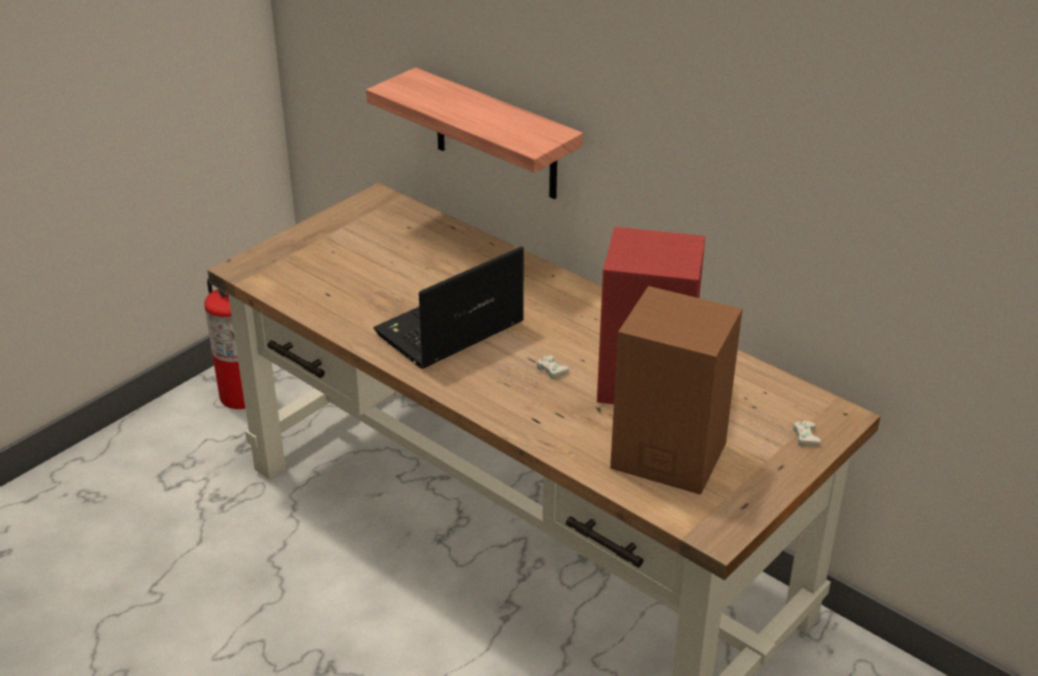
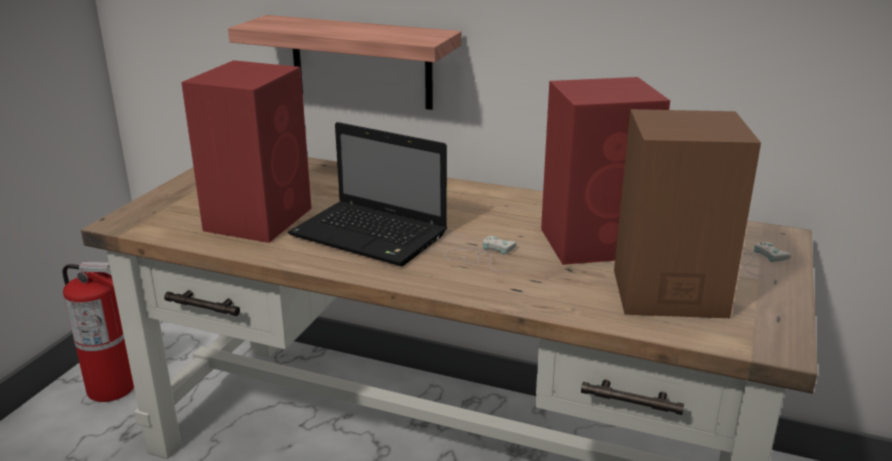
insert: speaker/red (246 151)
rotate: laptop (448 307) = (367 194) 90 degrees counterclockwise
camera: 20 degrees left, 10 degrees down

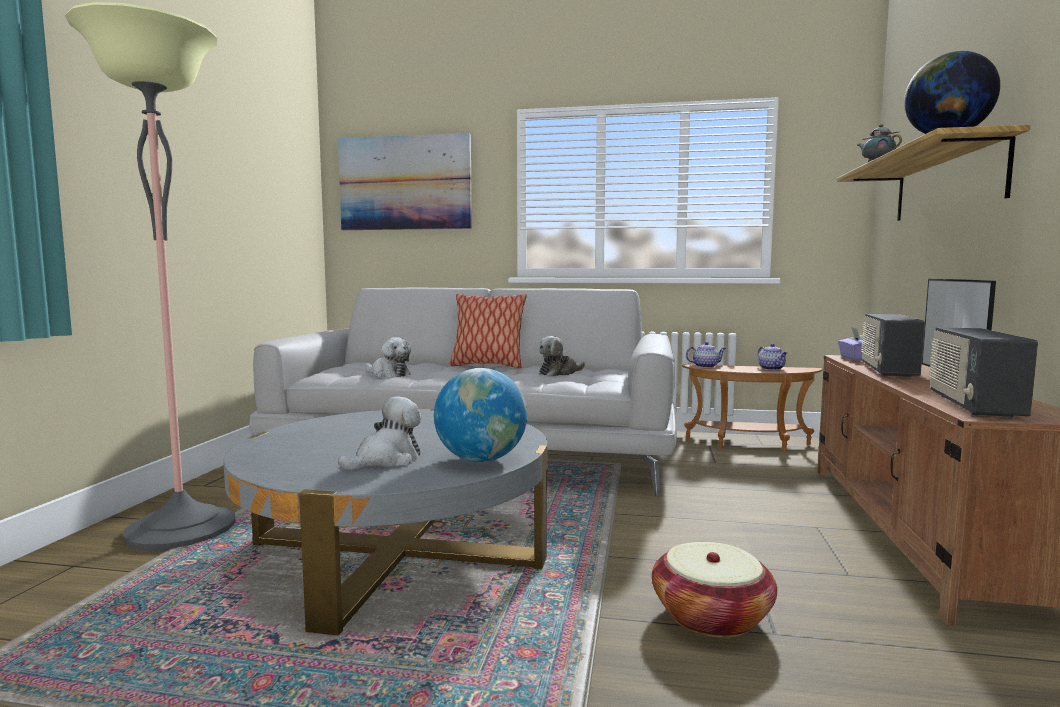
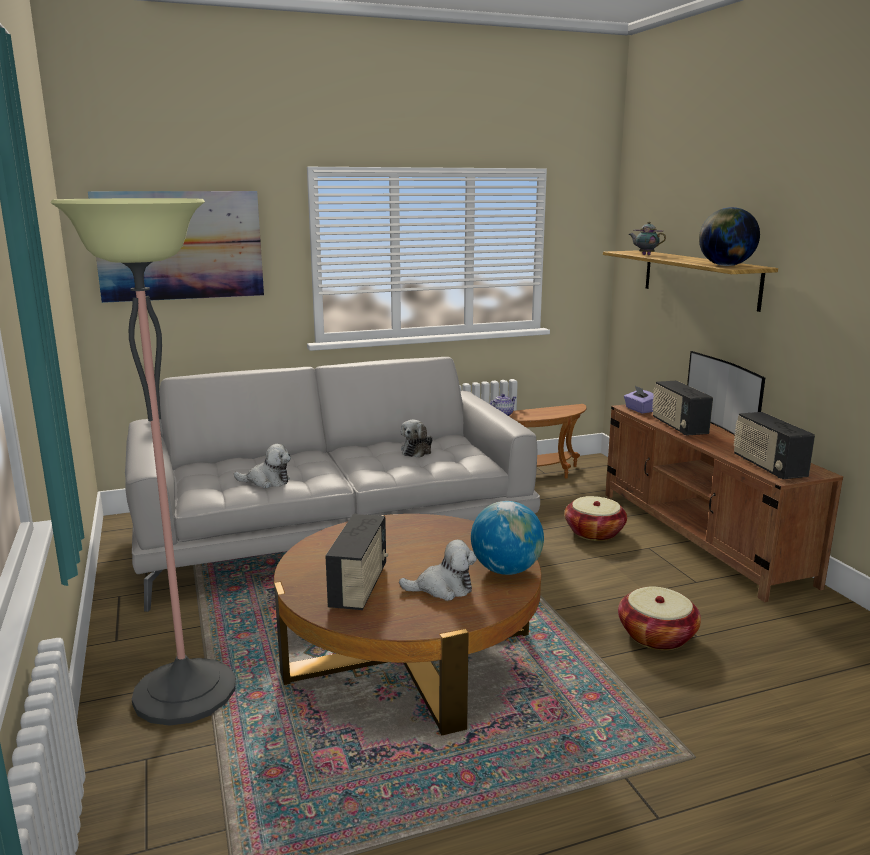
delete: pillow (488 331); teapot (772 356)
insert: radio (356 562); basket (596 518)
recolor: coffee table/grey (385 522) to coffee table/brown (407 624)
rotate: plush toy (379 433) = (438 570) 75 degrees clockwise
camera: 30 degrees left, 10 degrees up

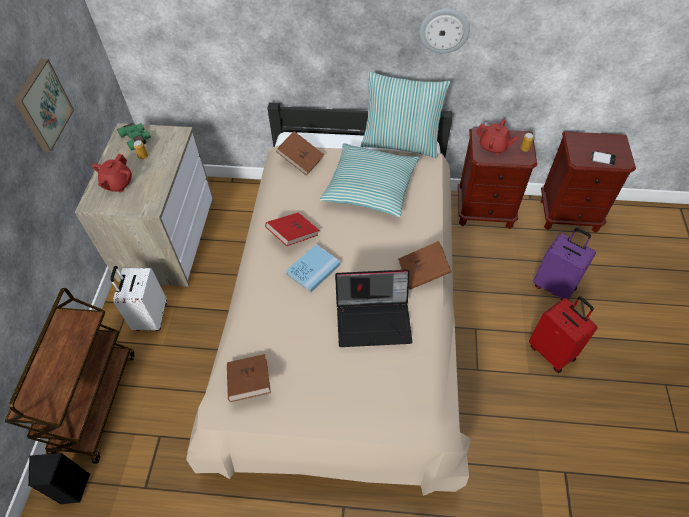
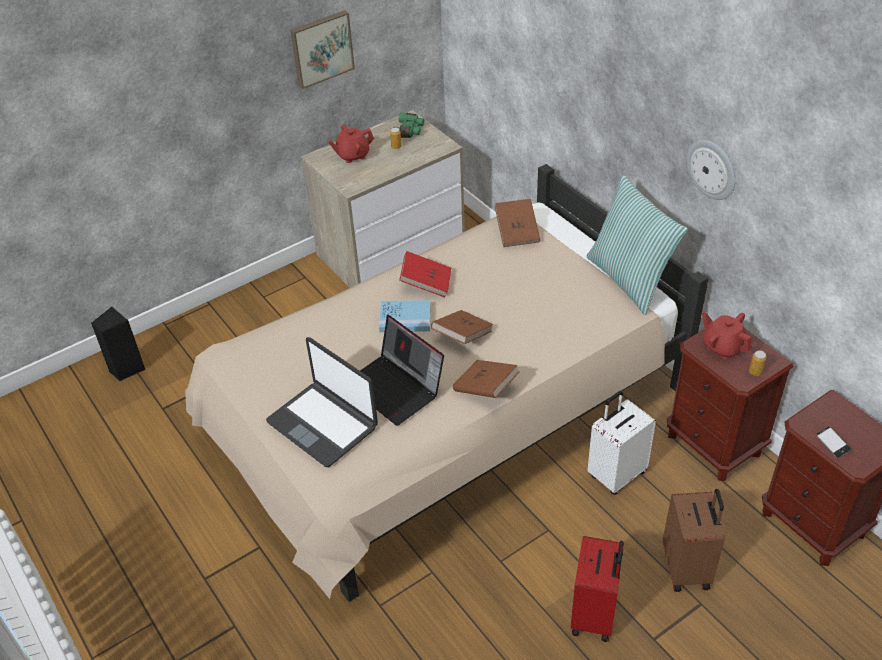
delete: cart/brown (69 376); pillow (369 180)
insert: laptop (322 402)
move: book/brown (249 378) to (462 327); suitcase/white (138 298) to (621 443)
recolor: suitcase/purple (564 264) to suitcase/brown (694 540)
rotate: teapot/red (497 137) = (727 335) 150 degrees clockwise
camera: 50 degrees right, 10 degrees down

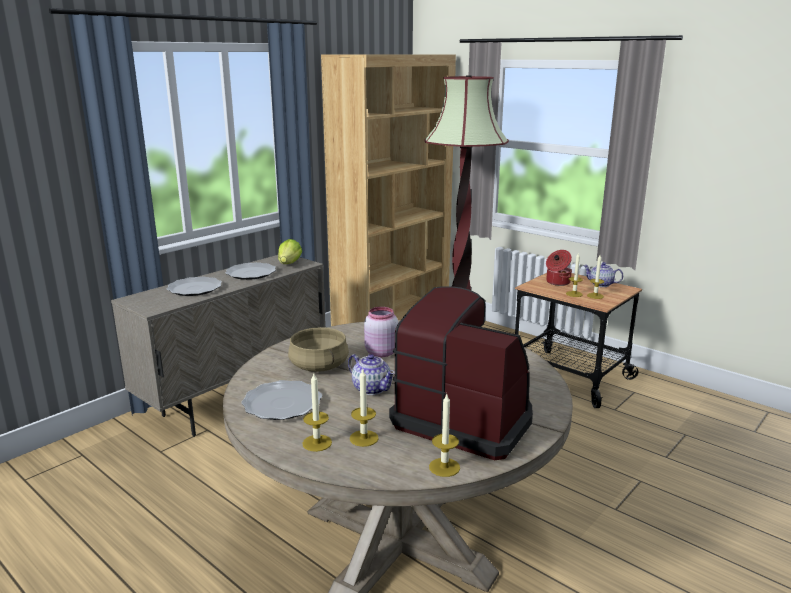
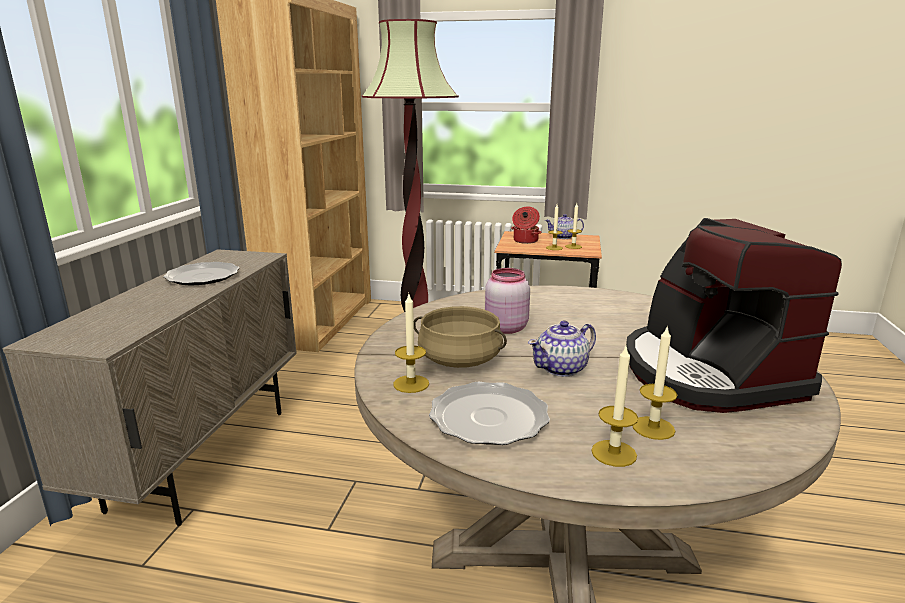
delete: plate (194 286); lettuce (290 251)
move: candle (444 435) to (411 343)
rotate: teapot (371 374) = (562 349) 135 degrees clockwise; coffee machine (461 373) = (734 315) 105 degrees counterclockwise
camera: 30 degrees left, 0 degrees up

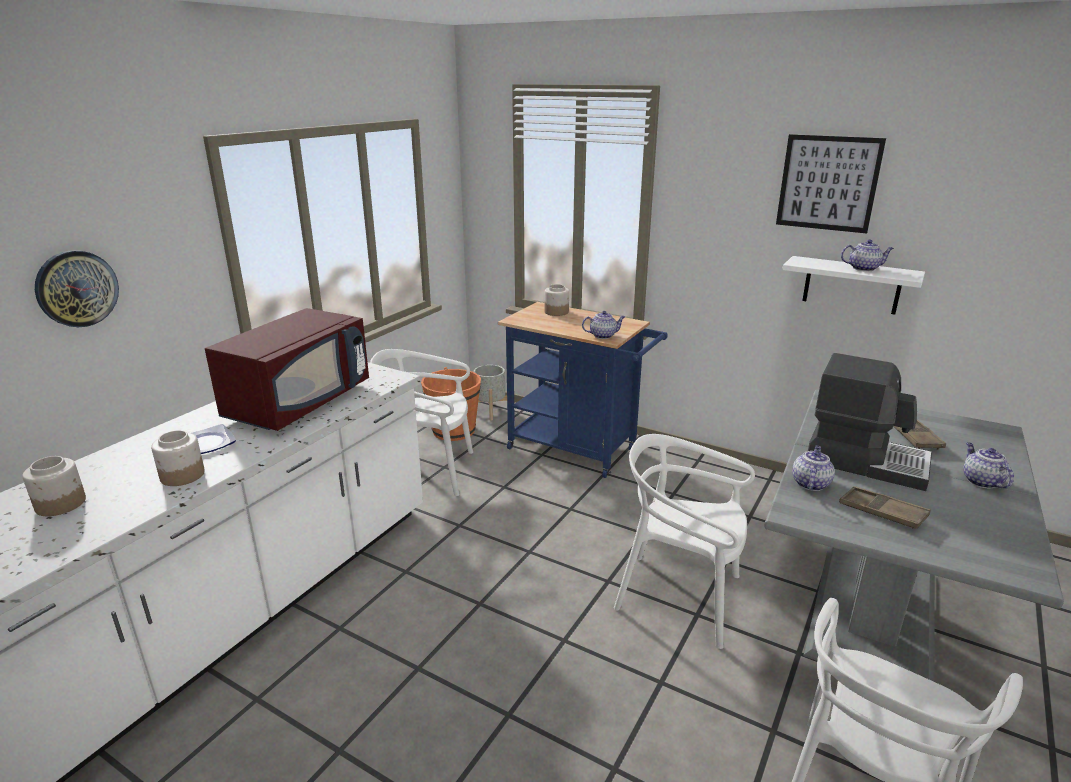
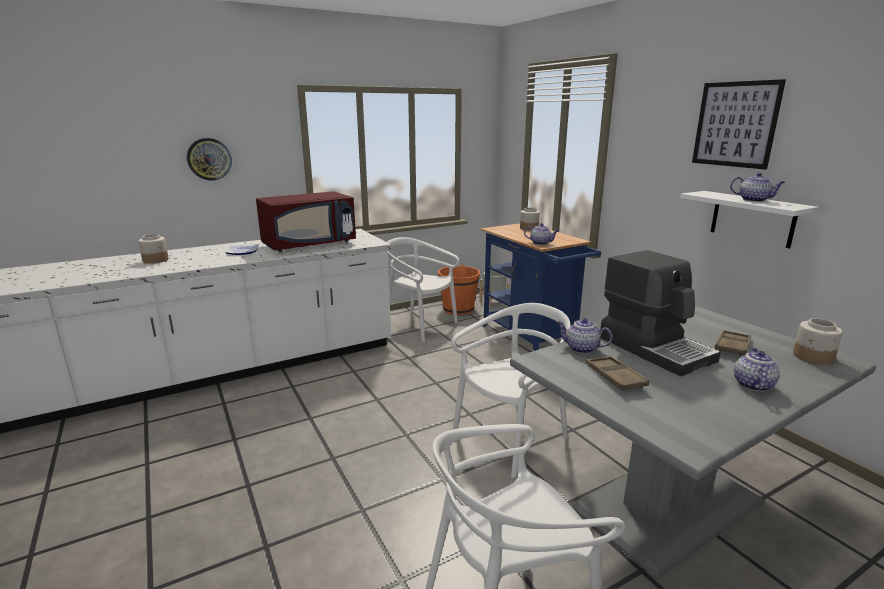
move: jar (178 458) to (818 341)
rotate: chair/white (684 541) = (511 390) 90 degrees clockwise; teapot (813 468) = (585 336) 120 degrees counterclockwise
camera: 30 degrees right, 5 degrees down

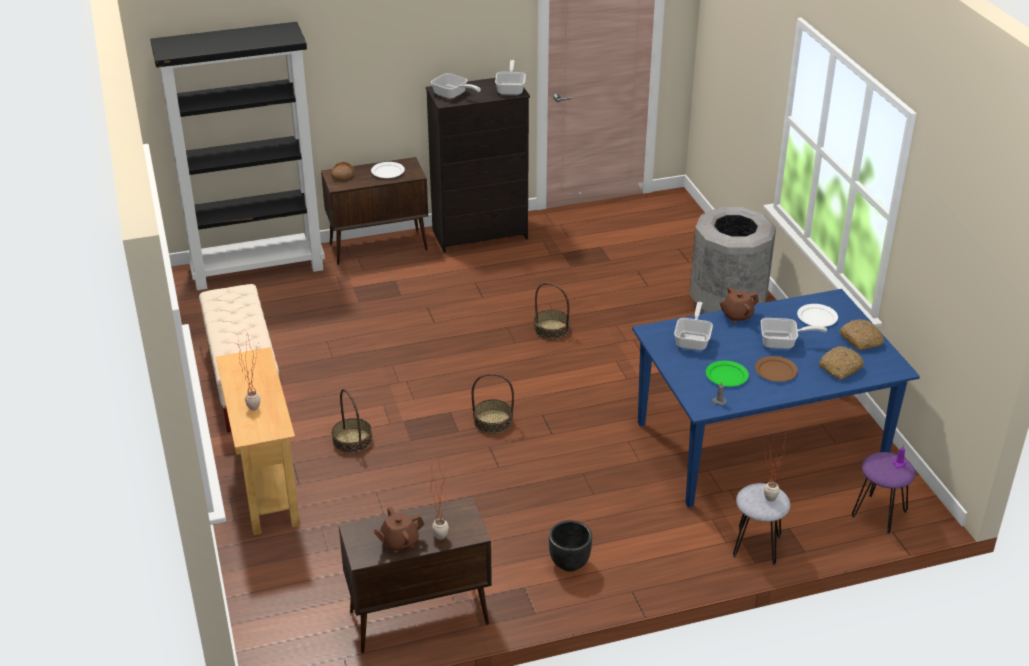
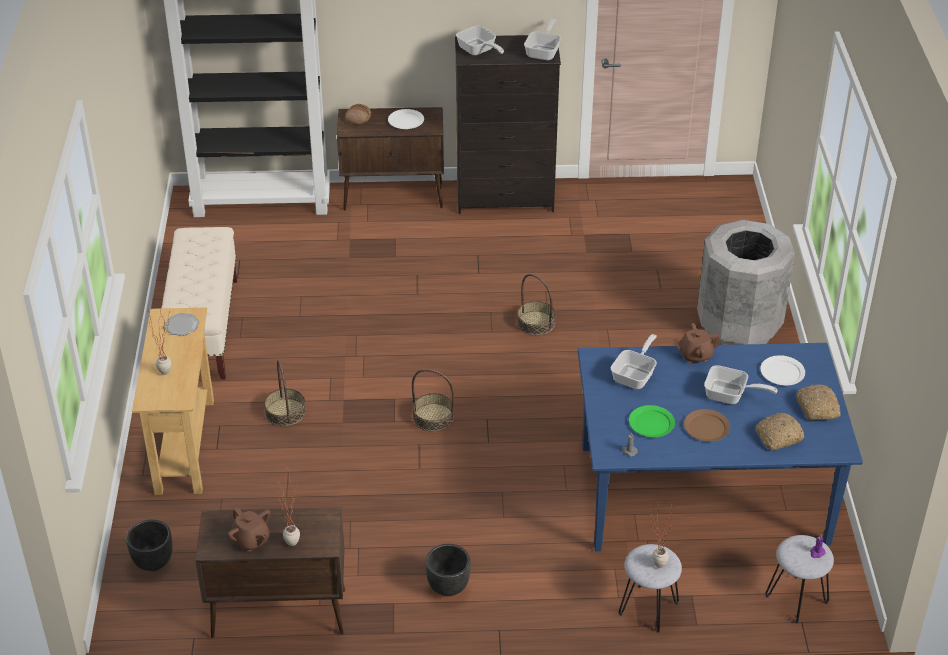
insert: planter/black (149 545); plate (182 324)
recolor: stool/purple (883 493) to stool/grey (799 579)
rotate: teapot/brown (398 529) = (249 529) 120 degrees counterclockwise
camera: 15 degrees right, 5 degrees up

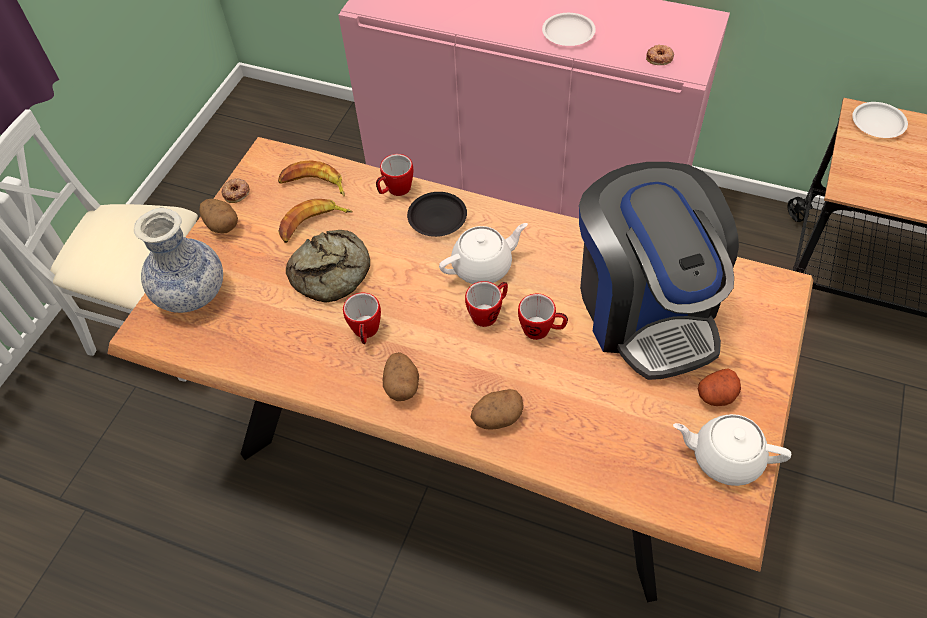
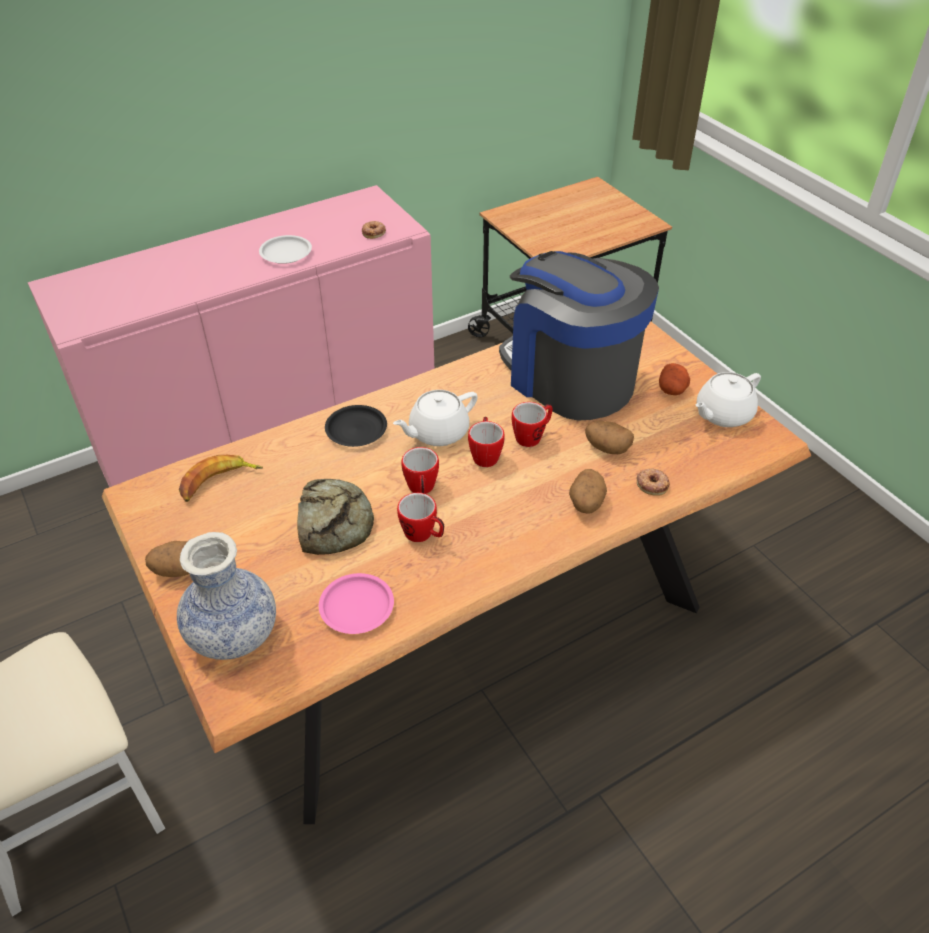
delete: banana (315 221); plate/white (880 120)
insert: plate/pink (356 603)
move: mug (394 175) to (420 470); potato (401 376) to (609 437); donut (236 190) to (653 482)
rotate: teapot/white (483 253) = (435 418) 135 degrees counterclockwise; coffee machine (659 271) = (579 336) 150 degrees counterclockwise
camera: 55 degrees left, 10 degrees down

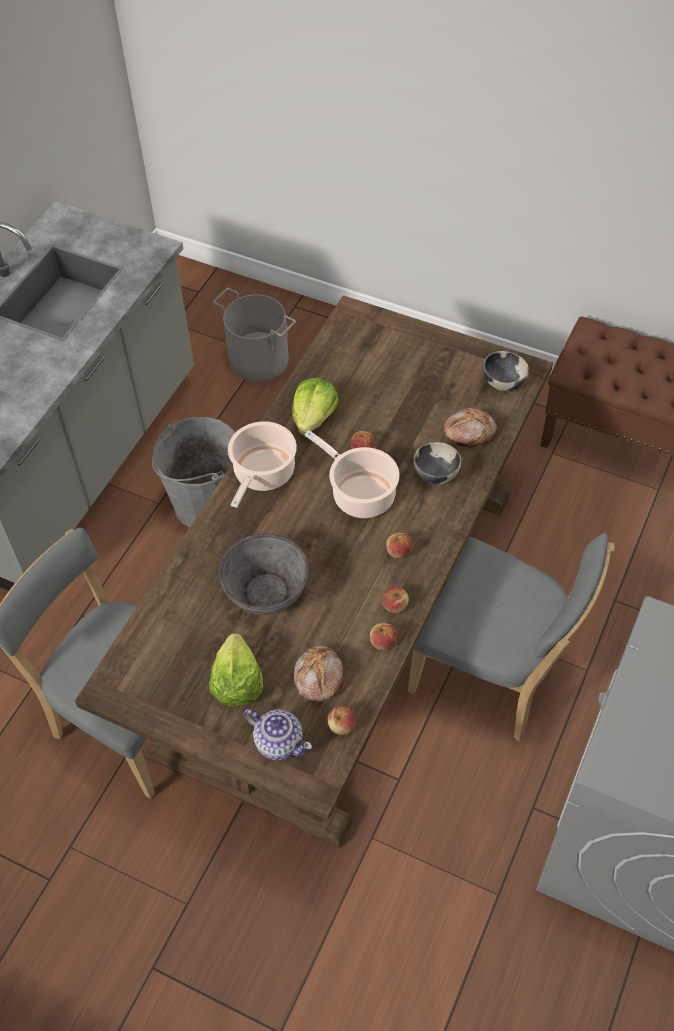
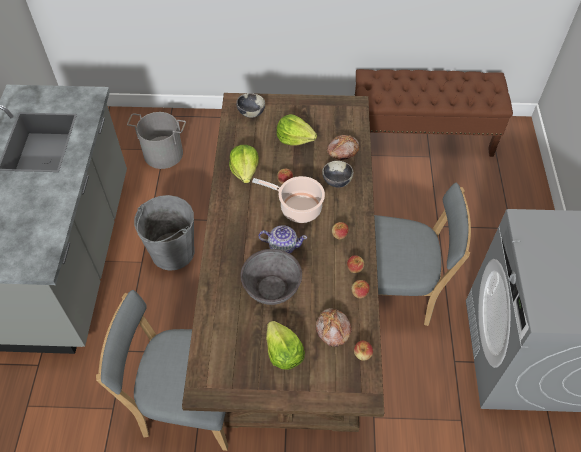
delete: cooking pot (262 465)
insert: lettuce (296 129)
move: bowl (506 371) to (250 105); teapot (277 735) to (283 240)
camera: 25 degrees left, 0 degrees up

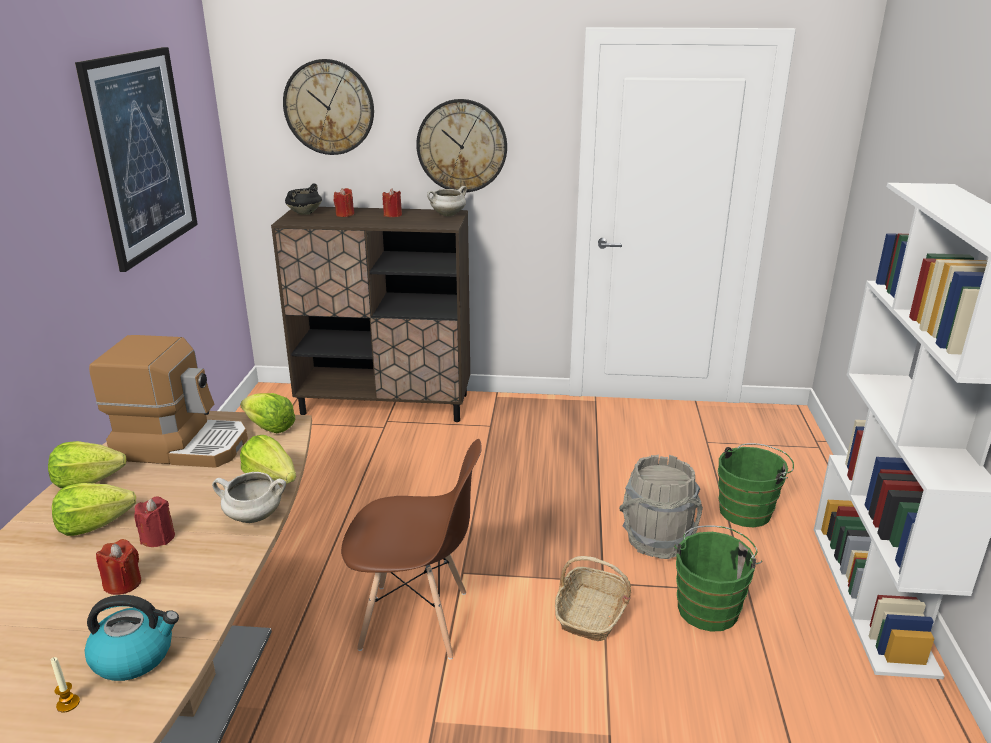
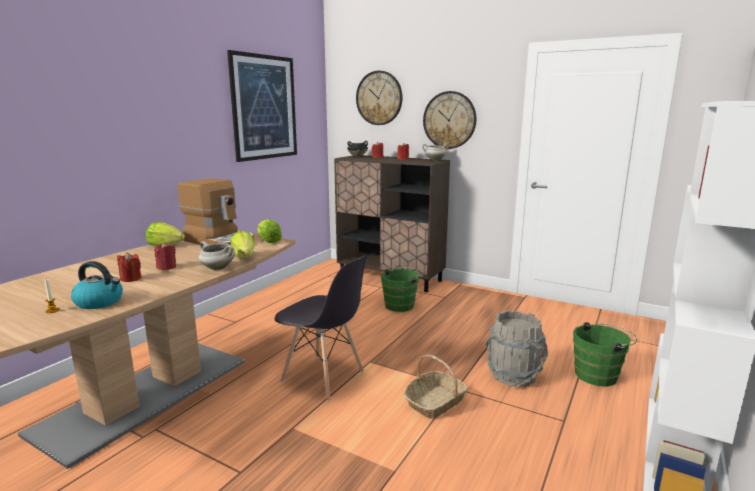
delete: lettuce (94 509)
move: bucket/green (718 579) to (401 289)
recolor: chair/brown (411 549) to chair/grey (321 328)
camera: 25 degrees right, 10 degrees down

